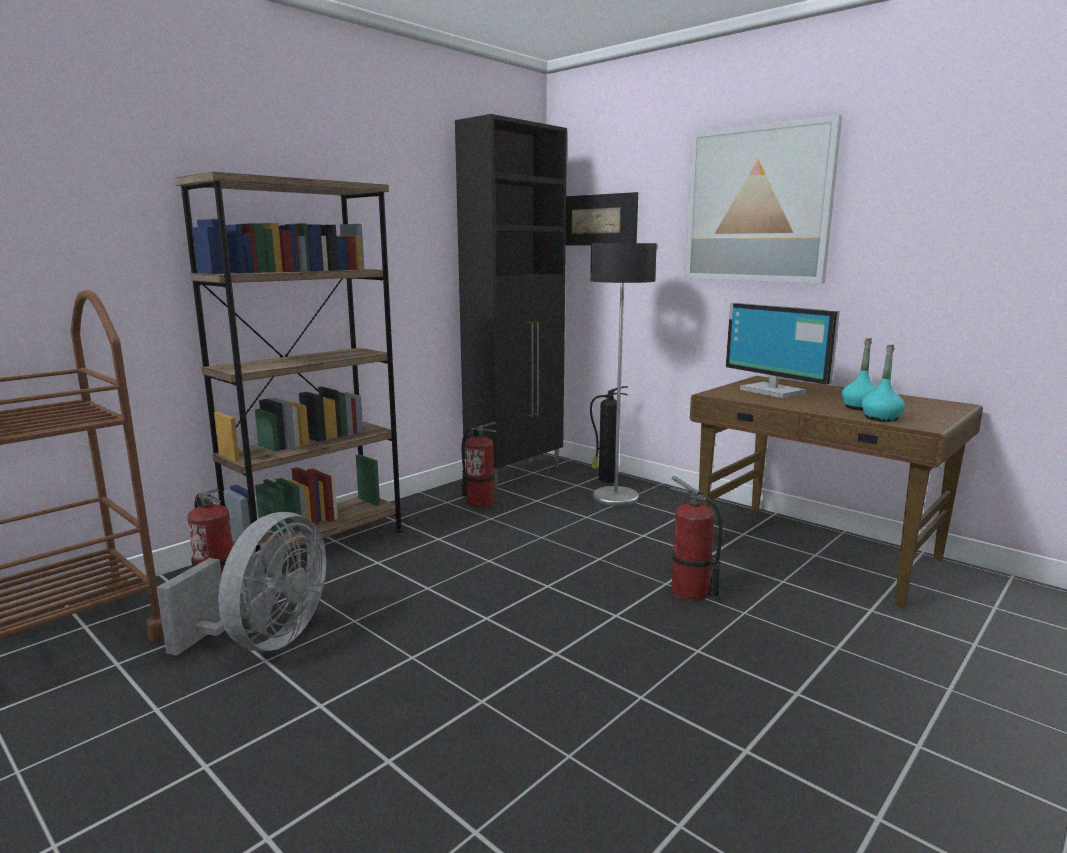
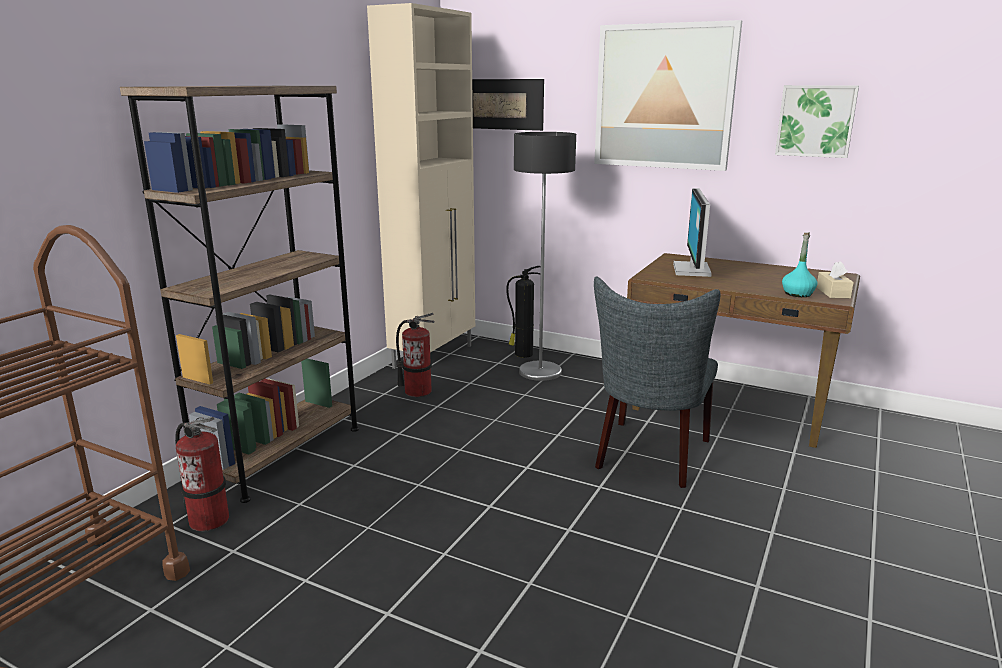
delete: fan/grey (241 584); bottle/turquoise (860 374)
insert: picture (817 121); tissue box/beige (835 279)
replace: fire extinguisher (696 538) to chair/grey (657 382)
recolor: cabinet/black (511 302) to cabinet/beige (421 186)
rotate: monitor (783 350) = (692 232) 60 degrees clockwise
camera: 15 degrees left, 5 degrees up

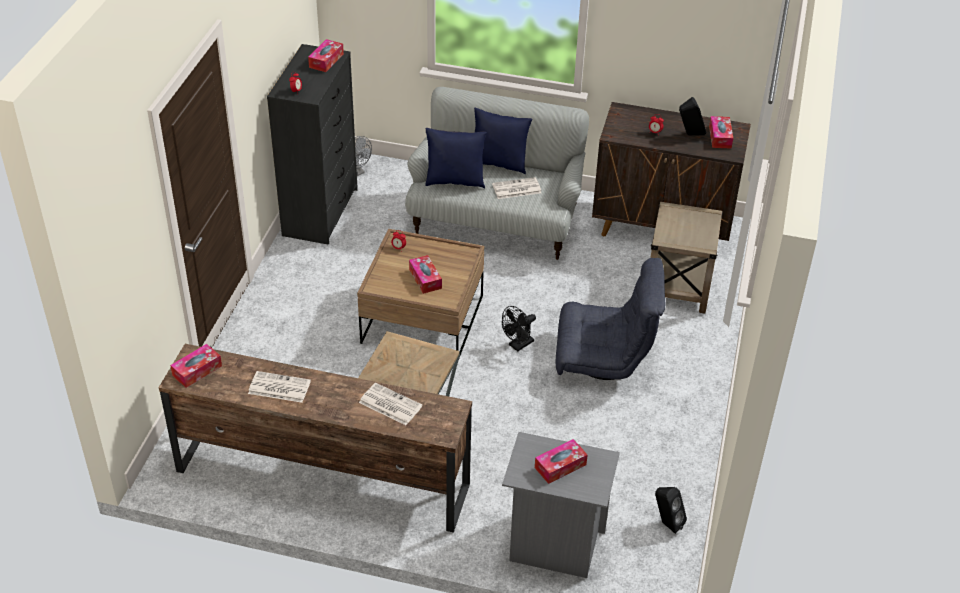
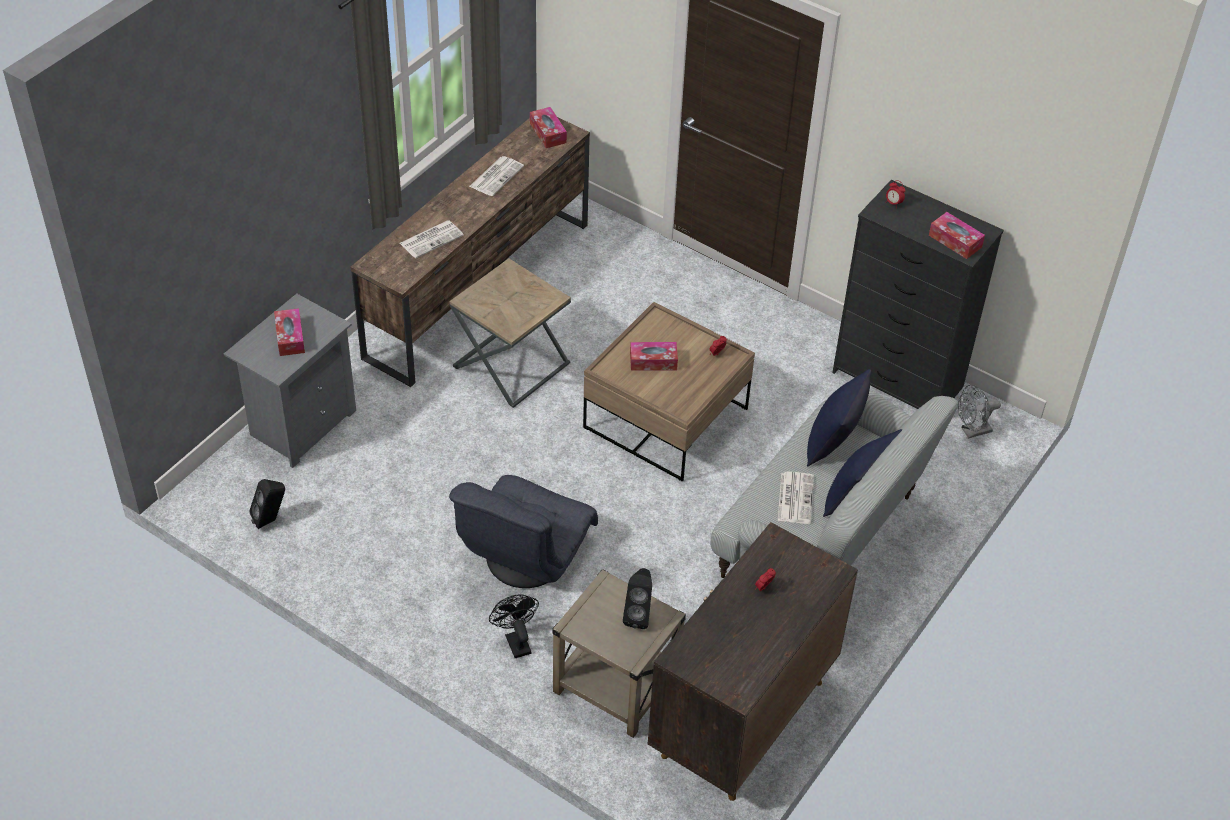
delete: tissue box (721 132)
move: fan/black (519 329) to (514 626); speaker/black (692 116) to (637 598)
camera: 110 degrees right, 5 degrees up

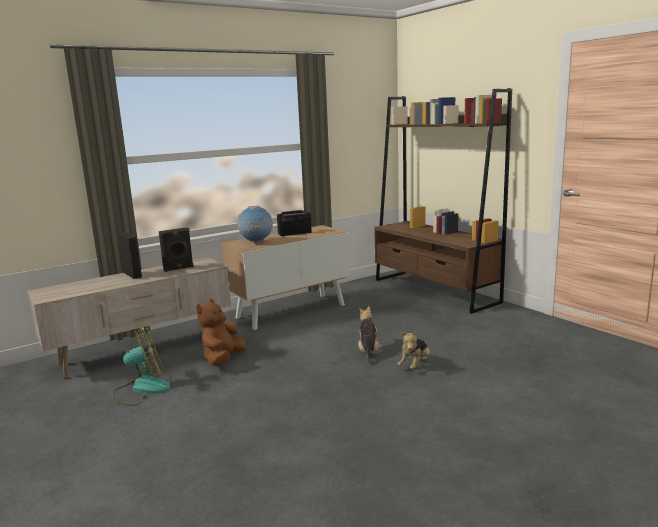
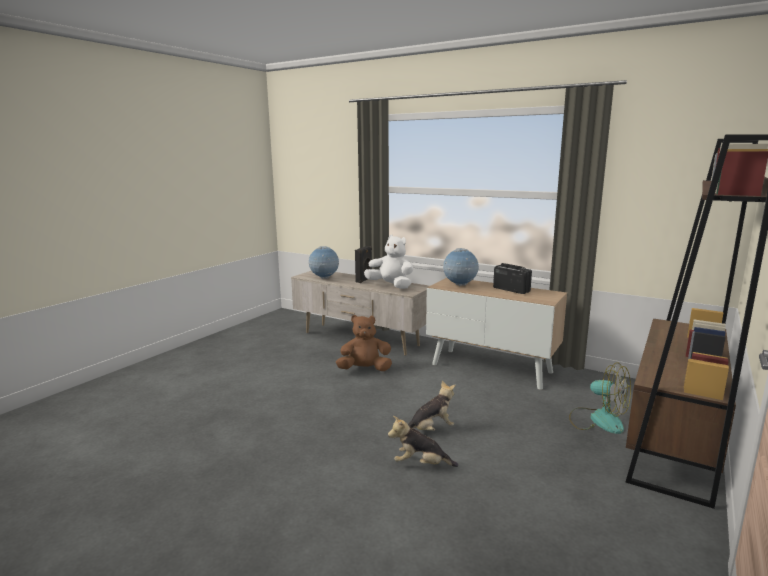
insert: globe (324 262)
move: fan (141 366) to (600 398)
replace: speaker/black (176 249) to plush toy/white (388 262)
camera: 65 degrees right, 0 degrees up

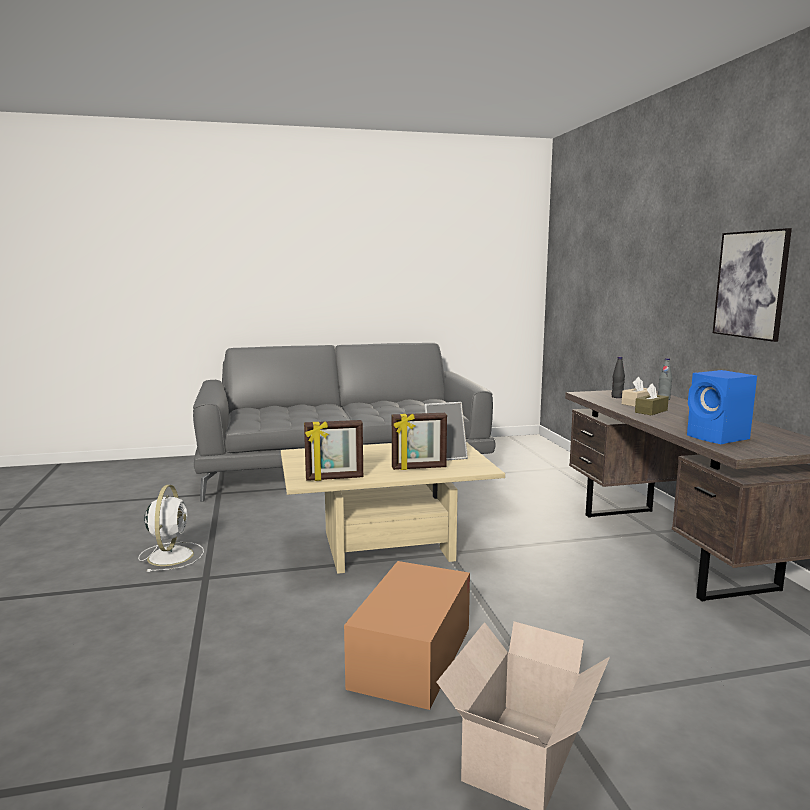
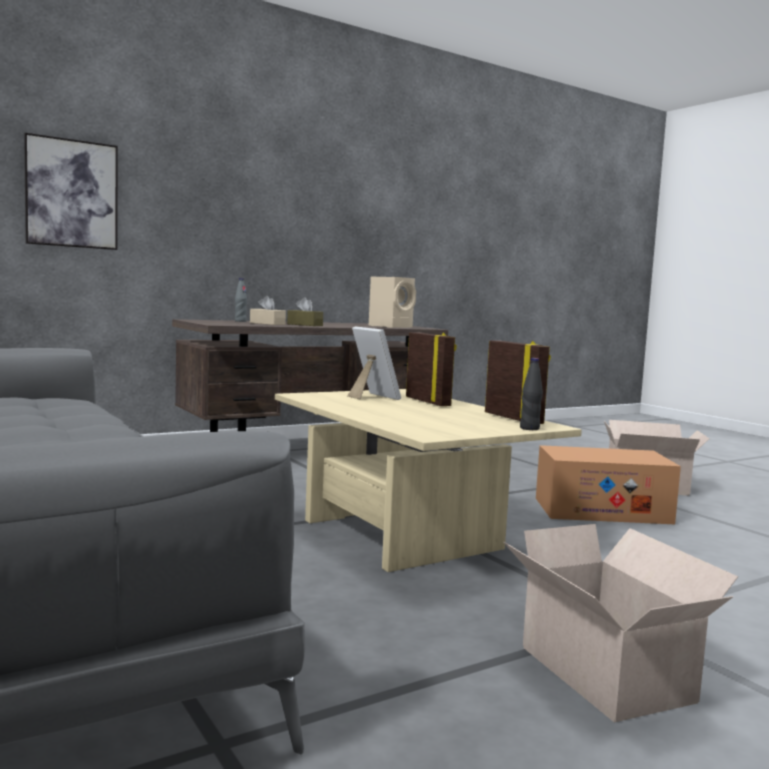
move: picture (752 285) to (71 191); bottle/black (618 377) to (531 394)
replace: fan/white (171 528) to cardboard box (620 623)
recolor: speaker/blue (722 407) to speaker/beige (392 302)
camera: 110 degrees left, 5 degrees down

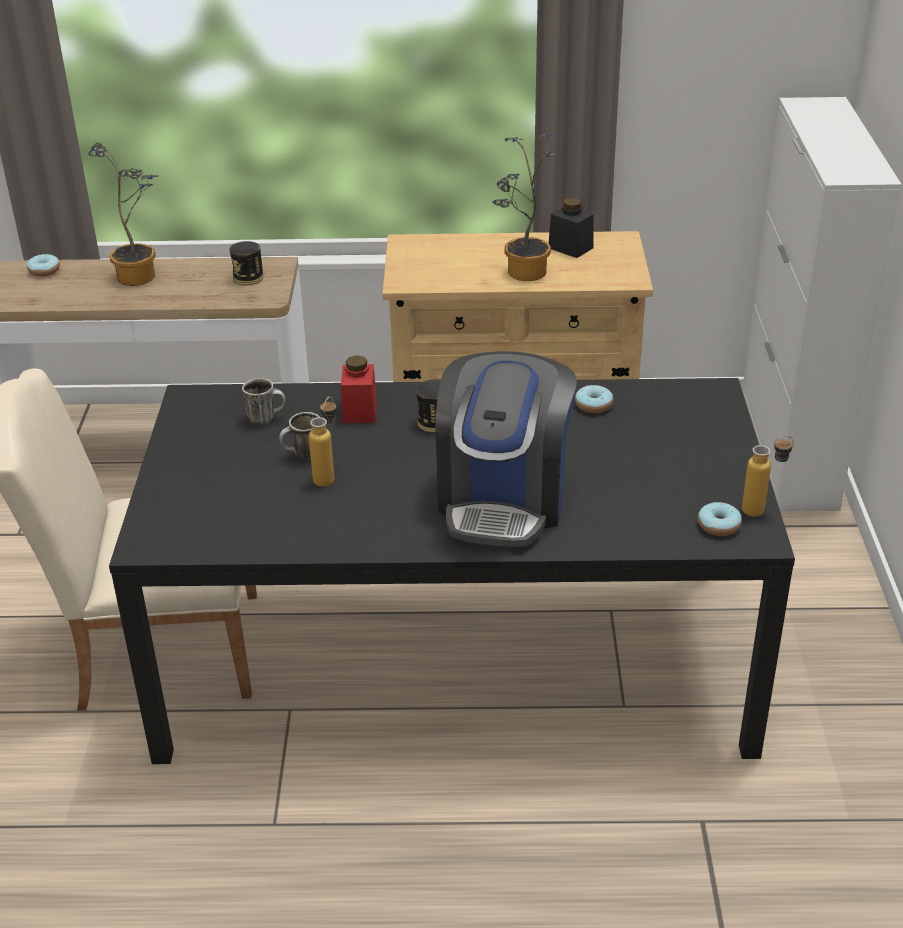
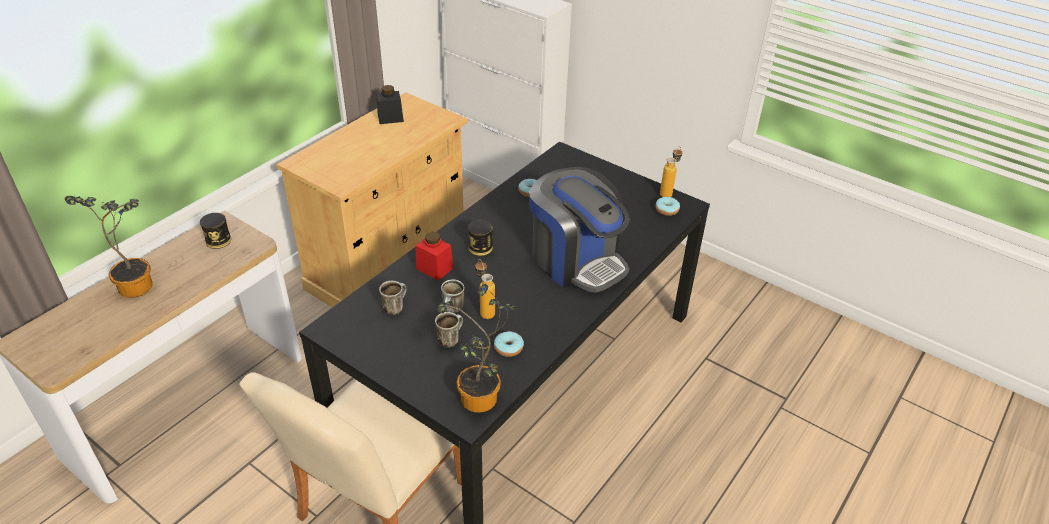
insert: mug (449 330)
move: potted plant (524 207) to (477 348); donut (43 264) to (509 344)
camera: 55 degrees left, 5 degrees up

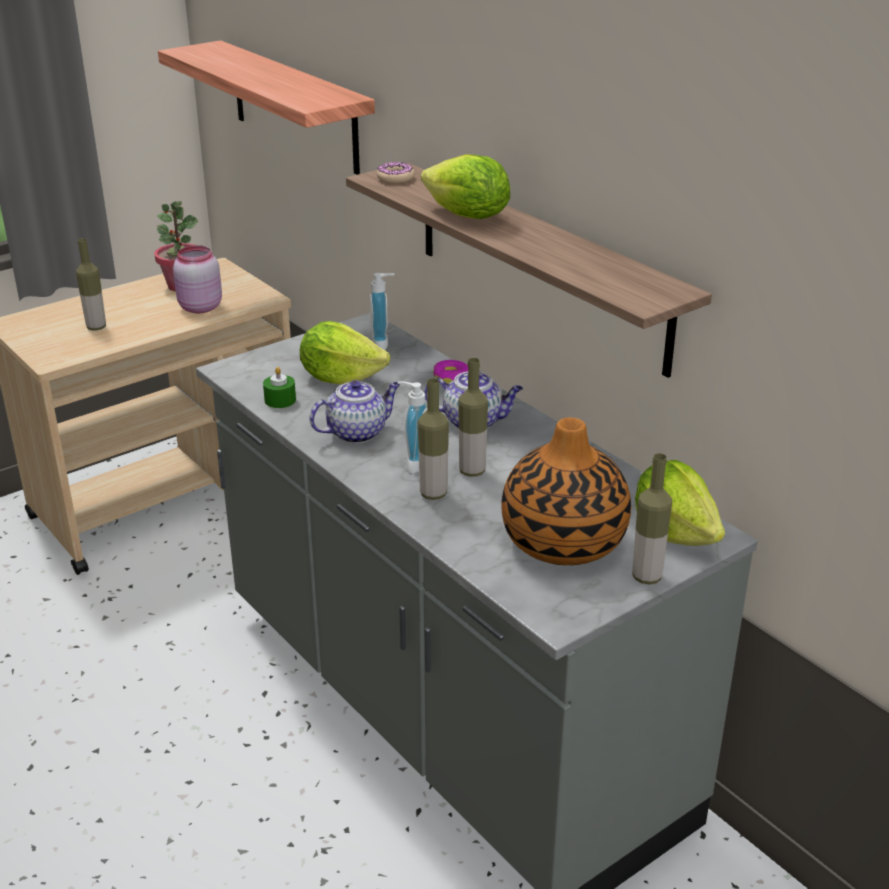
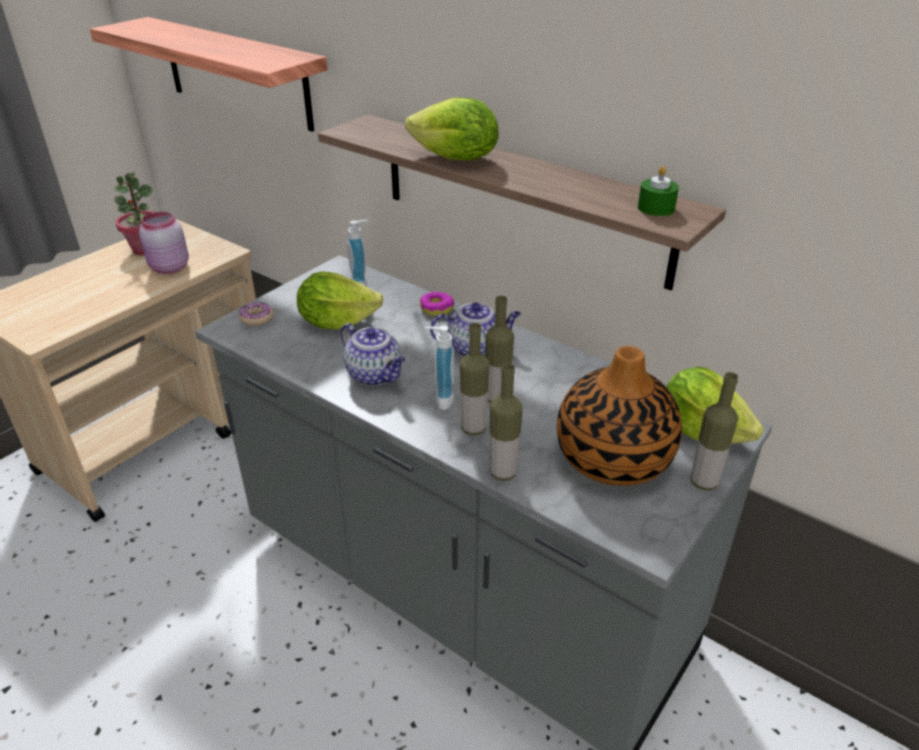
move: donut (396 173) to (256 314); bottle (91 284) to (506 422); candle/green (279 387) to (658 191)
rotate: teapot (354 411) = (373 354) 90 degrees clockwise
camera: 15 degrees left, 5 degrees up

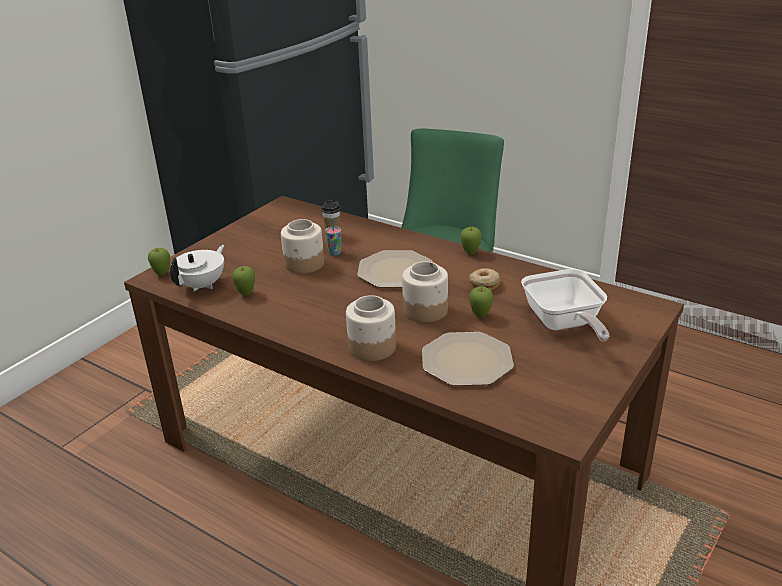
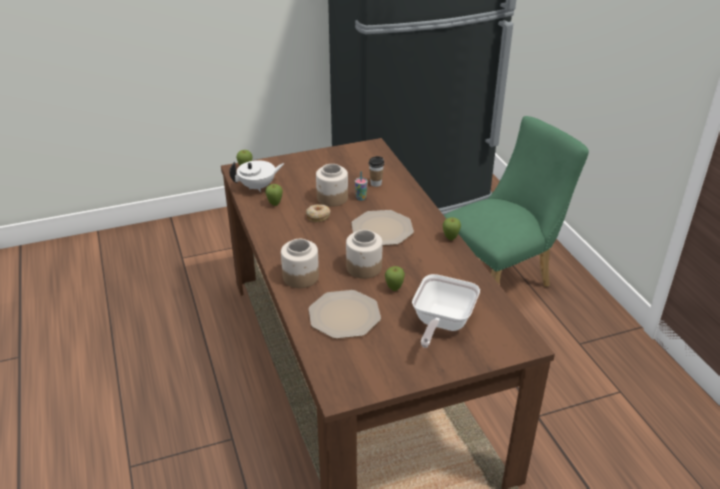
move: donut (484 279) to (318 213)
camera: 35 degrees right, 5 degrees up

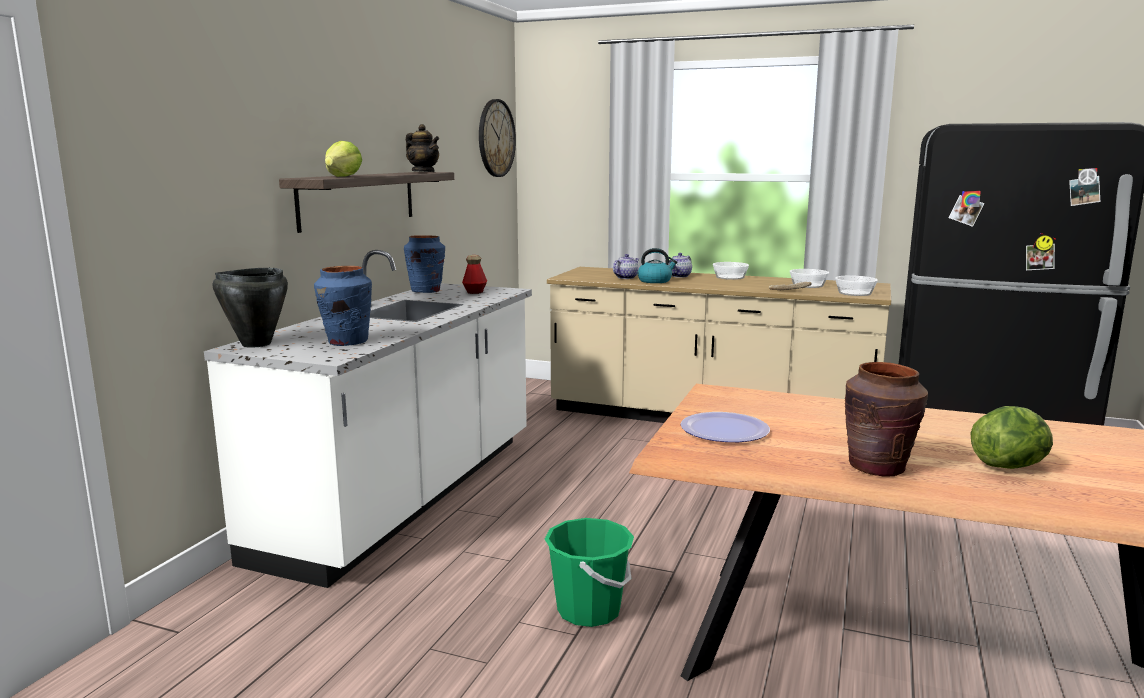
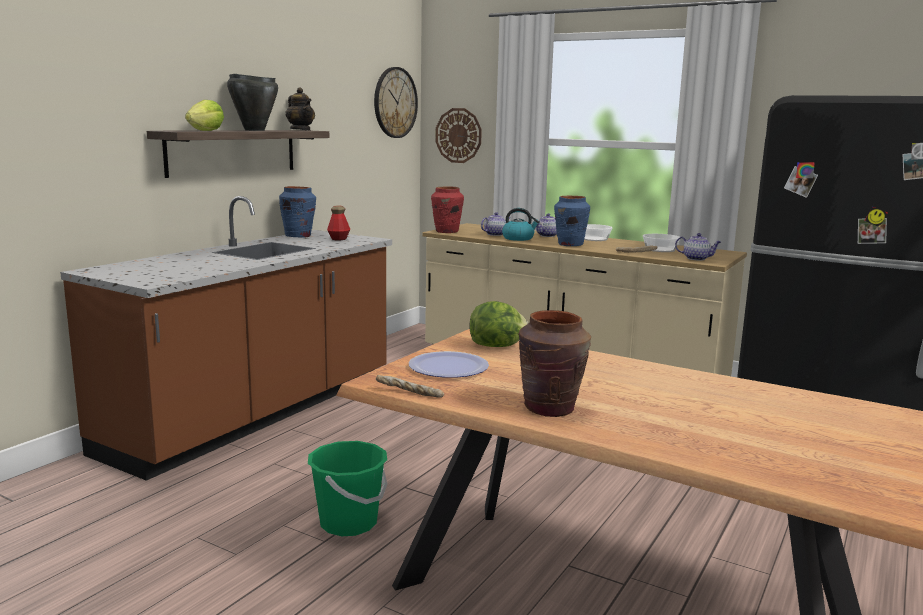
insert: bread (410 386); vase/red (447 209); wall clock (458 135)
move: cooking pot/black (250 307) to (252 102); lettuce (1011 437) to (498 324); vase/blue (343 306) to (572 221)
replace: bowl (856 286) to teapot (698 246)
recolor: counter/white (368 419) to counter/brown (226 338)
camera: 10 degrees right, 0 degrees up

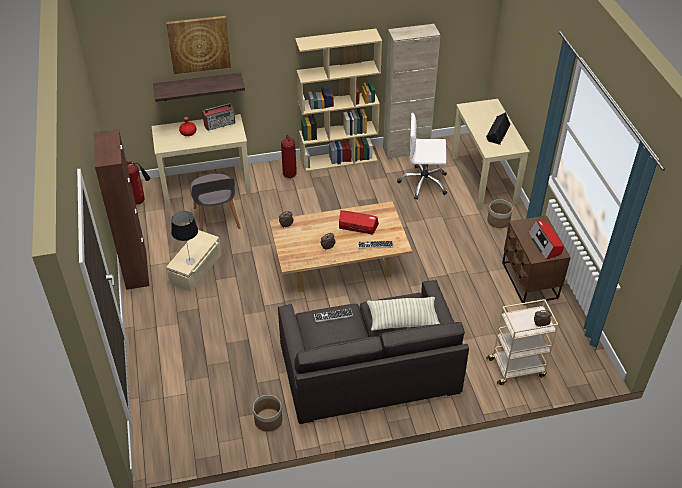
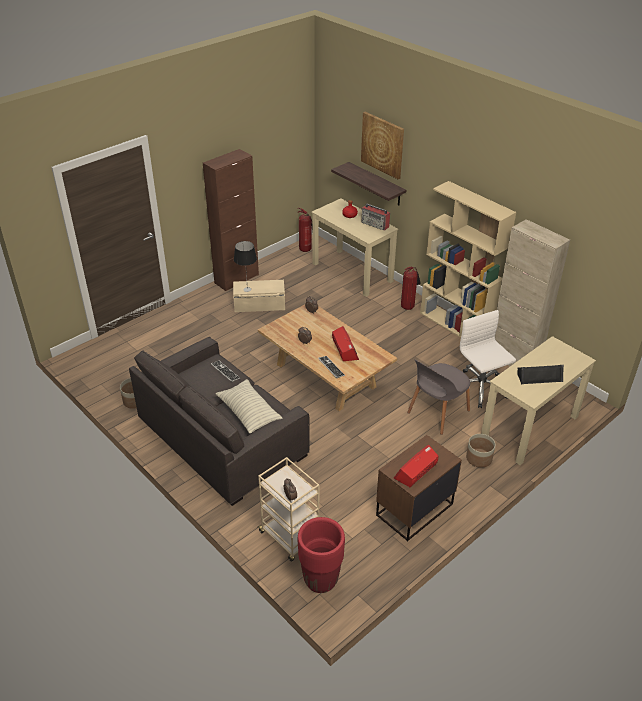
insert: planter/red (321 555)
move: chair/grey (215 202) to (438 397)
camera: 60 degrees right, 5 degrees down

